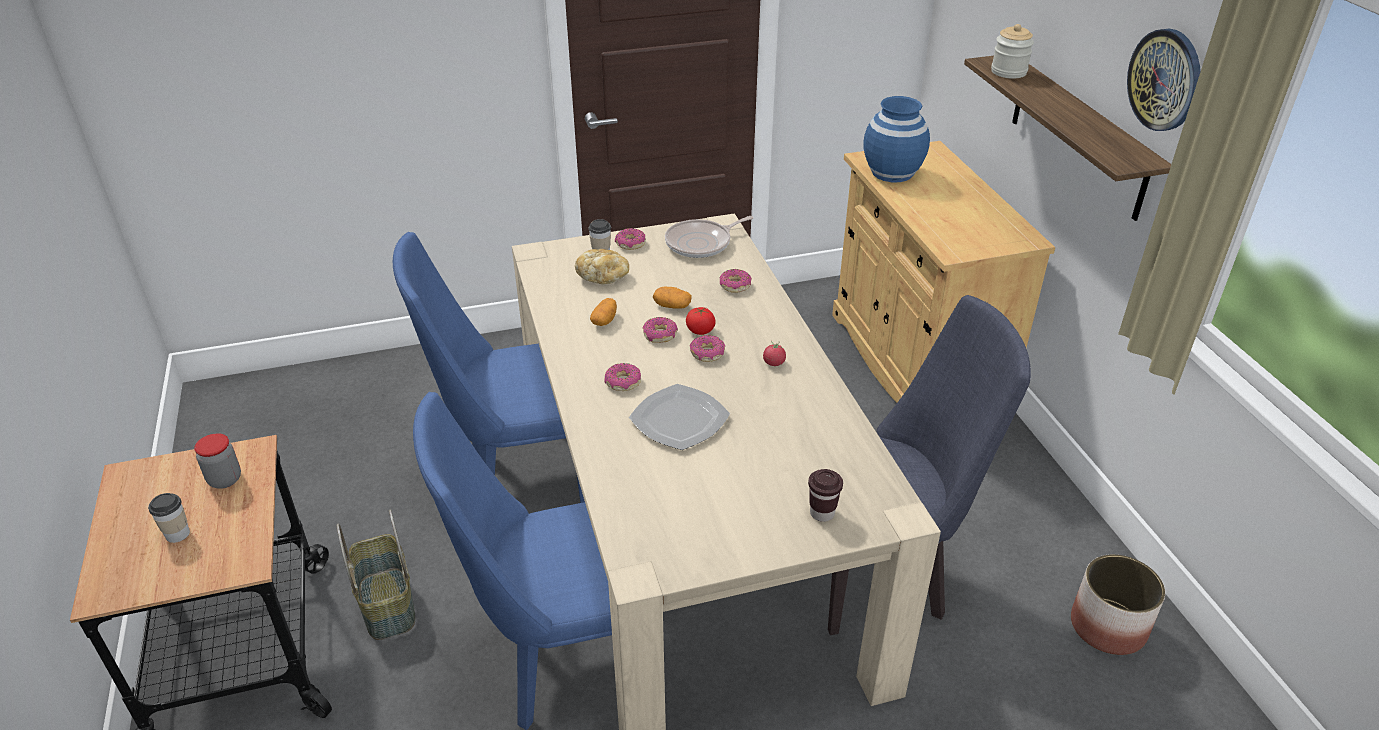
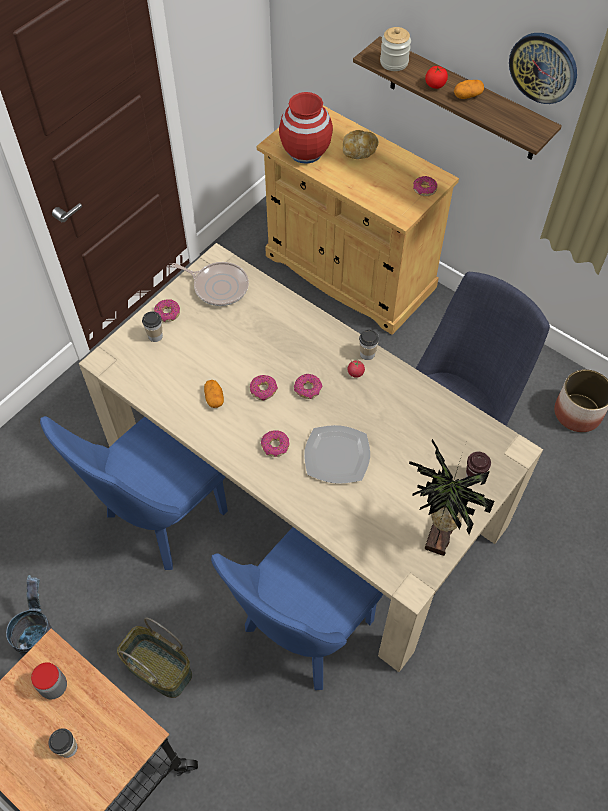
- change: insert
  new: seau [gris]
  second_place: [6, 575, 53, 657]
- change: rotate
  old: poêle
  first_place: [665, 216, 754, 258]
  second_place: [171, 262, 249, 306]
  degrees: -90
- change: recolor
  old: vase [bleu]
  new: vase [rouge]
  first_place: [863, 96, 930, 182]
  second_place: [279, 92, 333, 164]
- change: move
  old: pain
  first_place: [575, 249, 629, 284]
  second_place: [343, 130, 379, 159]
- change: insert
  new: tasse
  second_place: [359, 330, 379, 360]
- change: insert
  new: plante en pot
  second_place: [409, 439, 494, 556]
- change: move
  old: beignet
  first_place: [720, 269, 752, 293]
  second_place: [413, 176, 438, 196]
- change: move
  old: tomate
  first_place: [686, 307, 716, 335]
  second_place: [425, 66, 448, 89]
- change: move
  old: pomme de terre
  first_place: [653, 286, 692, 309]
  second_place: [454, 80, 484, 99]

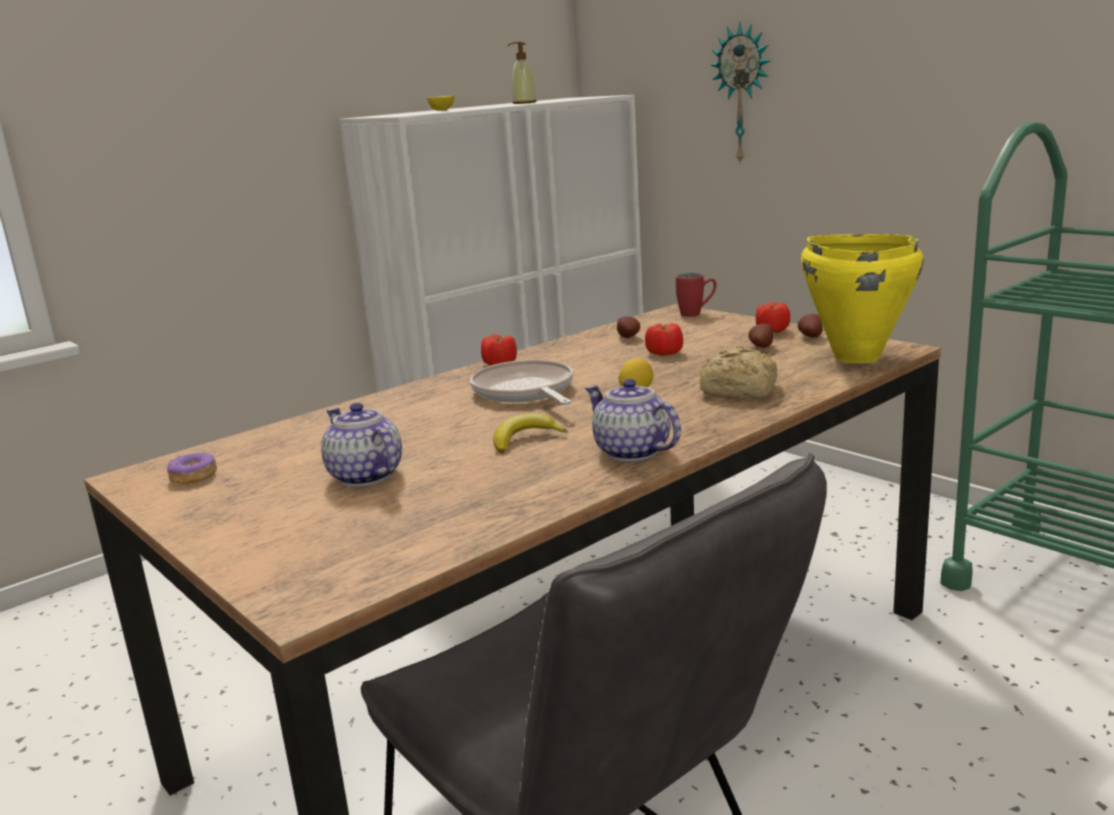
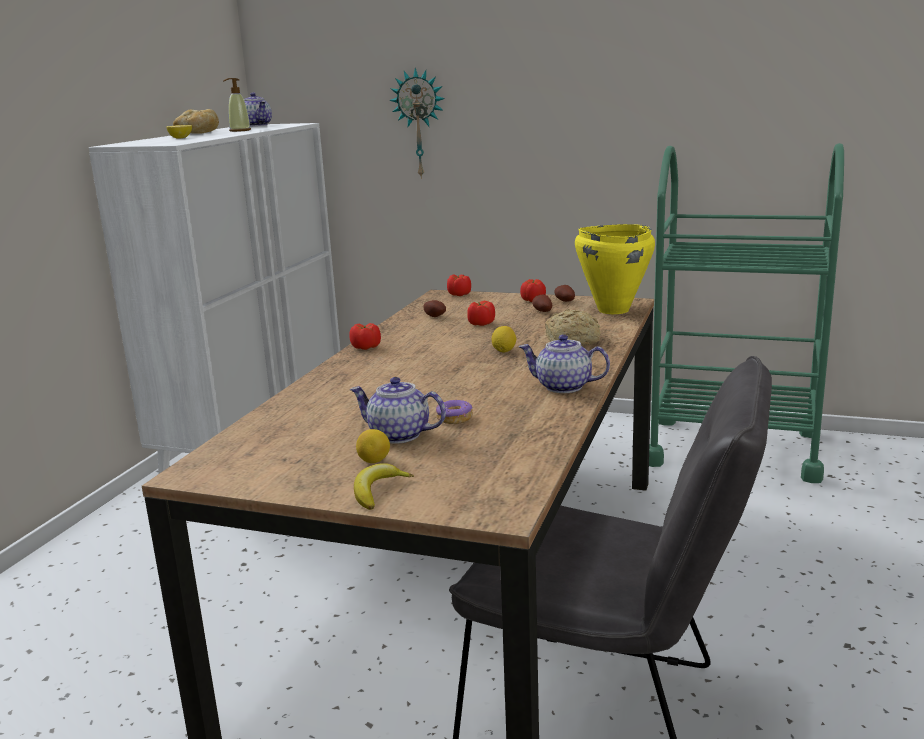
- change: insert
  new: pain
  second_place: [173, 109, 219, 134]
- change: insert
  new: théière
  second_place: [244, 92, 272, 126]
- change: move
  old: banane
  first_place: [493, 413, 568, 453]
  second_place: [354, 463, 414, 510]
- change: insert
  new: citron
  second_place: [356, 429, 390, 463]
- change: move
  old: beignet
  first_place: [167, 453, 217, 484]
  second_place: [436, 400, 473, 424]
- change: replace
  old: mug [rouge]
  new: tomate
  first_place: [676, 273, 716, 317]
  second_place: [447, 274, 471, 296]
- change: delete
  old: poêle
  first_place: [470, 360, 574, 405]

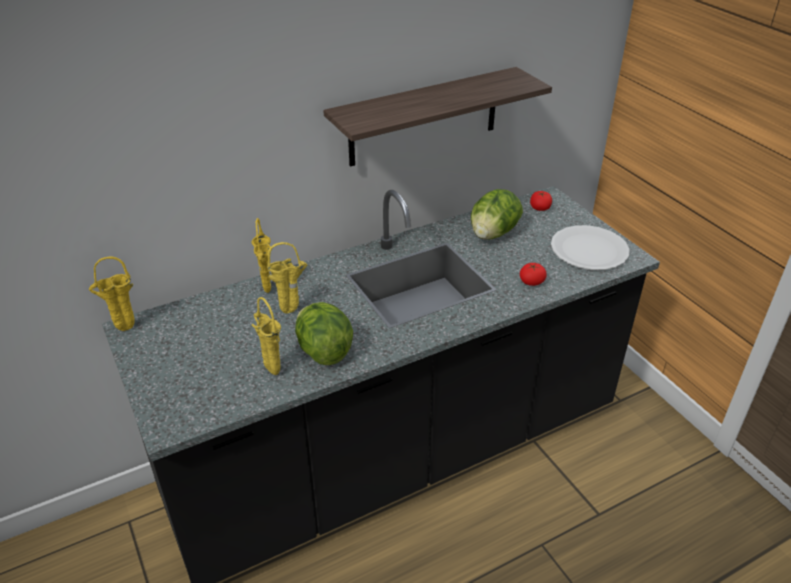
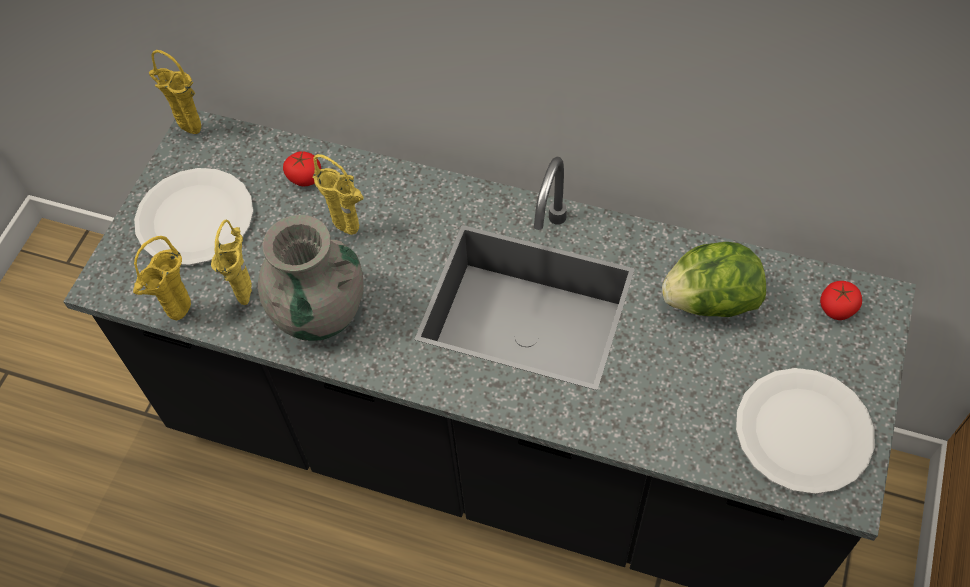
- change: move
  old: vase [jaune]
  first_place: [252, 218, 271, 293]
  second_place: [133, 236, 191, 320]
- change: insert
  new: assiette [blanc]
  second_place: [134, 168, 253, 266]
- change: replace
  old: laitue
  new: vase [gris]
  first_place: [295, 302, 353, 365]
  second_place: [258, 215, 364, 341]
- change: move
  old: tomate
  first_place: [520, 263, 547, 286]
  second_place: [283, 151, 321, 186]
- change: delete
  old: étagère
  first_place: [323, 67, 552, 167]

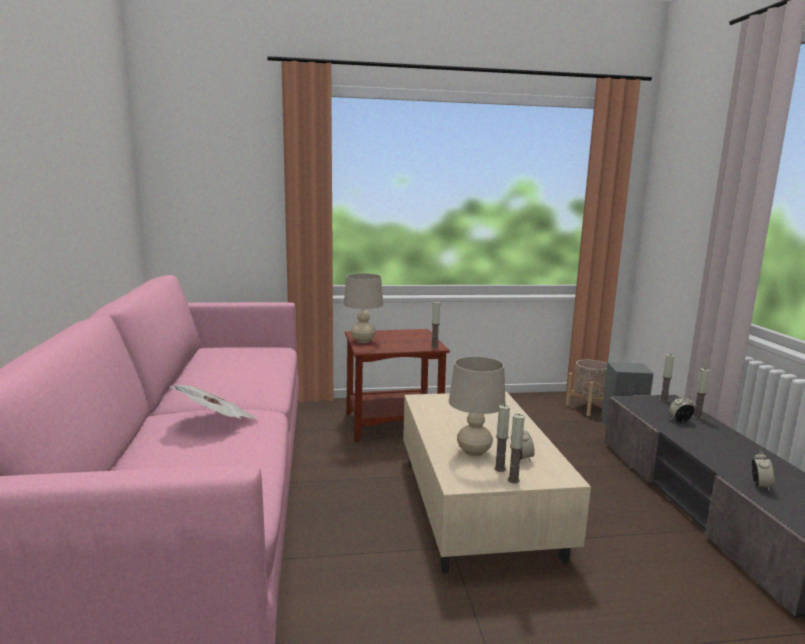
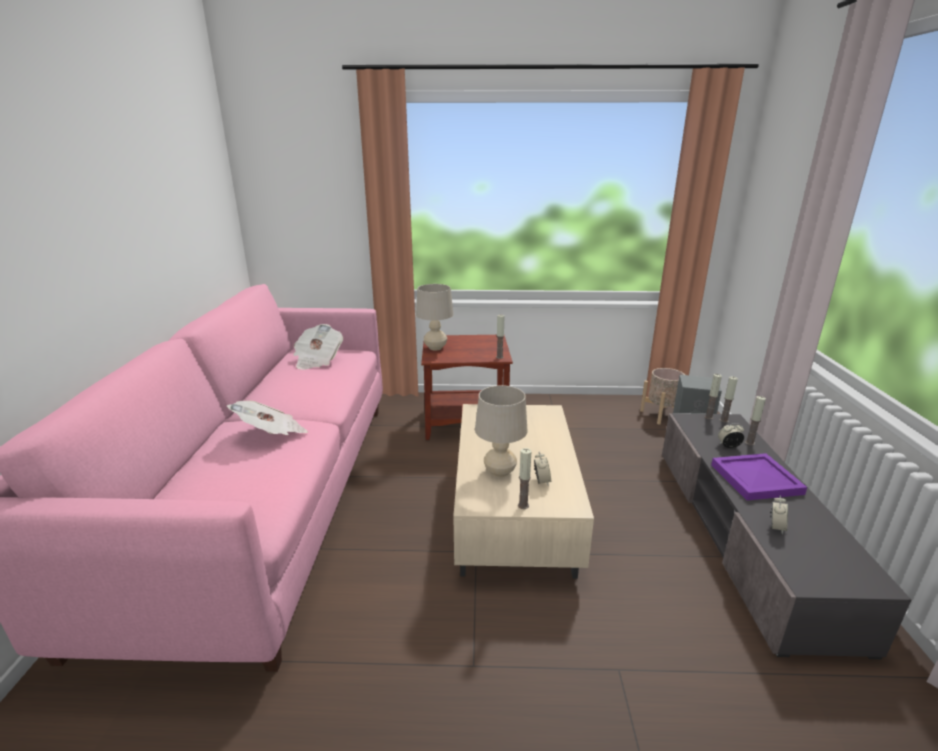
- change: insert
  new: journal
  second_place: [294, 324, 343, 370]
- change: move
  old: bougie
  first_place: [494, 405, 510, 472]
  second_place: [705, 374, 722, 420]
- change: insert
  new: plateau [violet]
  second_place: [711, 453, 807, 501]

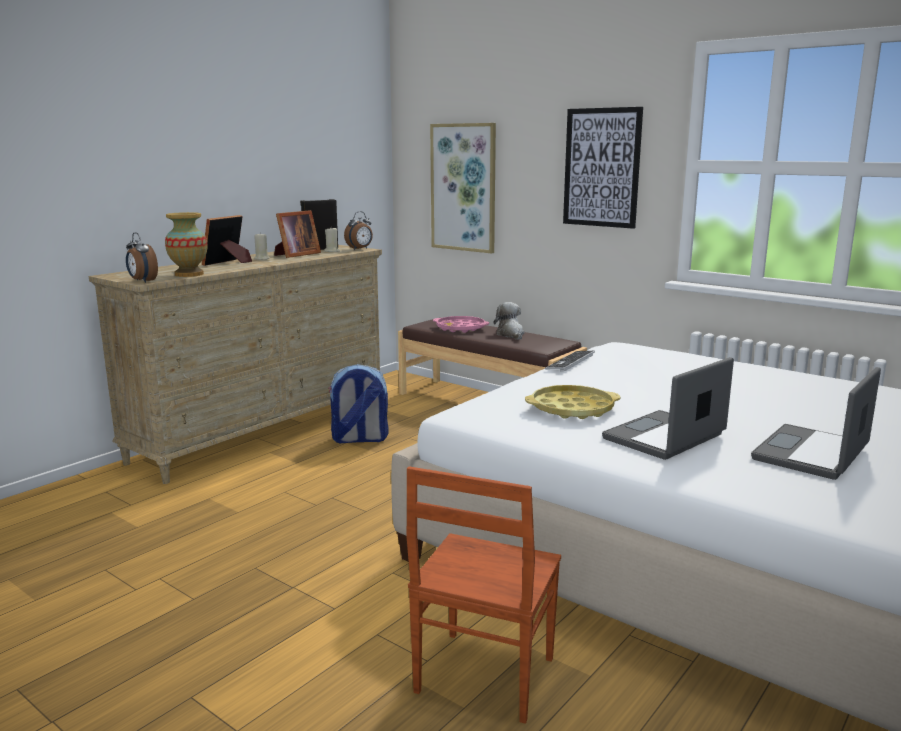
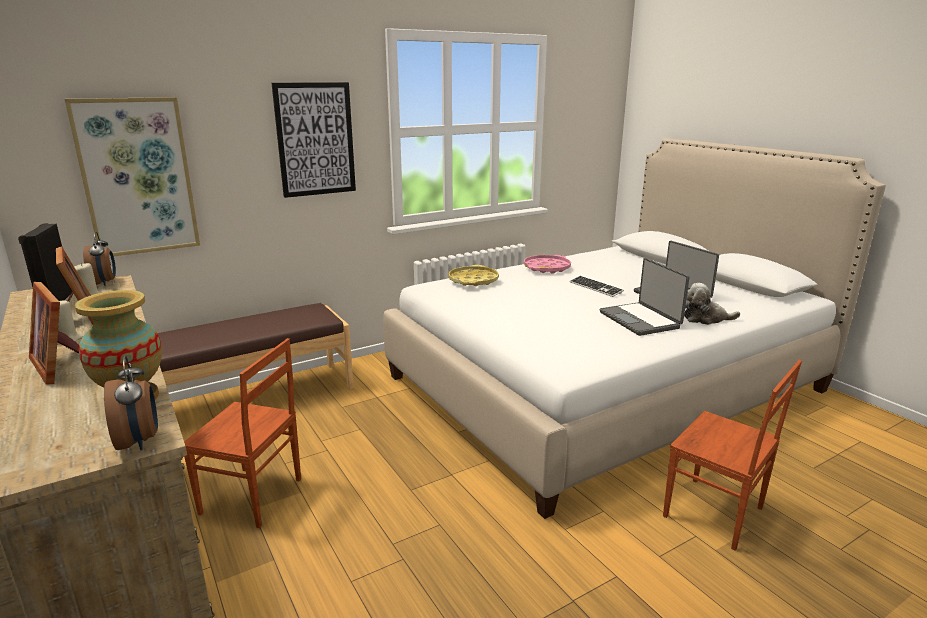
- change: rotate
  old: réveil
  first_place: [126, 233, 158, 283]
  second_place: [104, 355, 158, 450]
  degrees: -90
- change: replace
  old: sac à dos
  new: chaise [marron]
  first_place: [328, 364, 389, 443]
  second_place: [184, 338, 301, 528]
- change: move
  old: plateau [jaune]
  first_place: [525, 385, 621, 419]
  second_place: [448, 265, 499, 286]
- change: move
  old: plateau [rose]
  first_place: [433, 316, 489, 333]
  second_place: [524, 255, 571, 274]
- change: move
  old: clavier
  first_place: [545, 351, 595, 372]
  second_place: [569, 276, 624, 297]
- change: move
  old: peluche
  first_place: [494, 302, 524, 340]
  second_place: [684, 283, 740, 325]

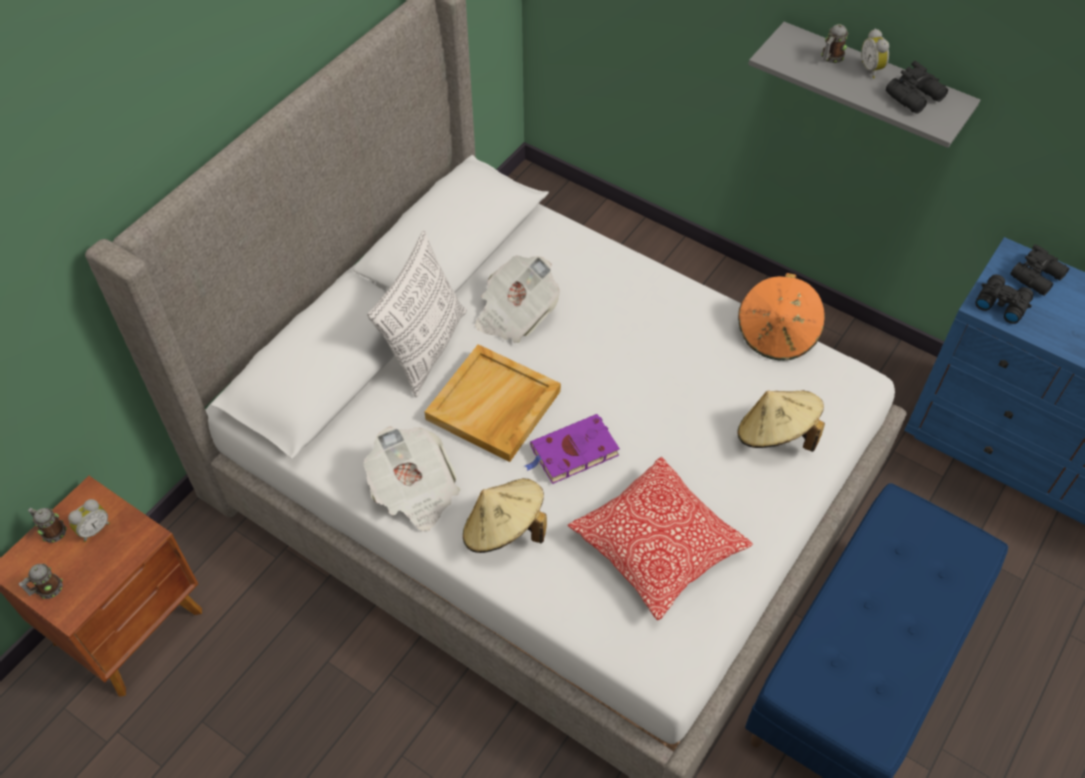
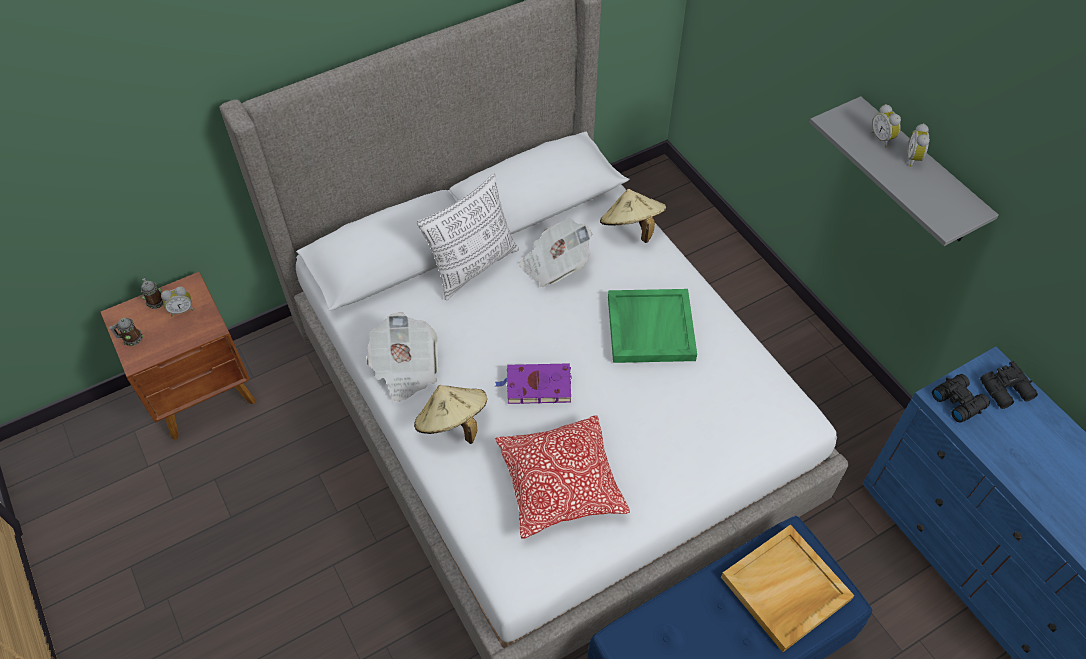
- change: move
  old: chapeau [beige]
  first_place: [738, 390, 825, 452]
  second_place: [600, 189, 666, 243]
- change: insert
  new: plateau [vert]
  second_place: [608, 289, 697, 363]
- change: move
  old: plateau [beige]
  first_place: [425, 344, 561, 462]
  second_place: [721, 524, 855, 652]
- change: replace
  old: mug
  new: réveil
  first_place: [821, 24, 848, 63]
  second_place: [872, 104, 901, 147]
- change: delete
  old: chapeau [orange]
  first_place: [738, 273, 825, 360]
- change: delete
  old: jumelles [noir]
  first_place: [886, 61, 948, 114]

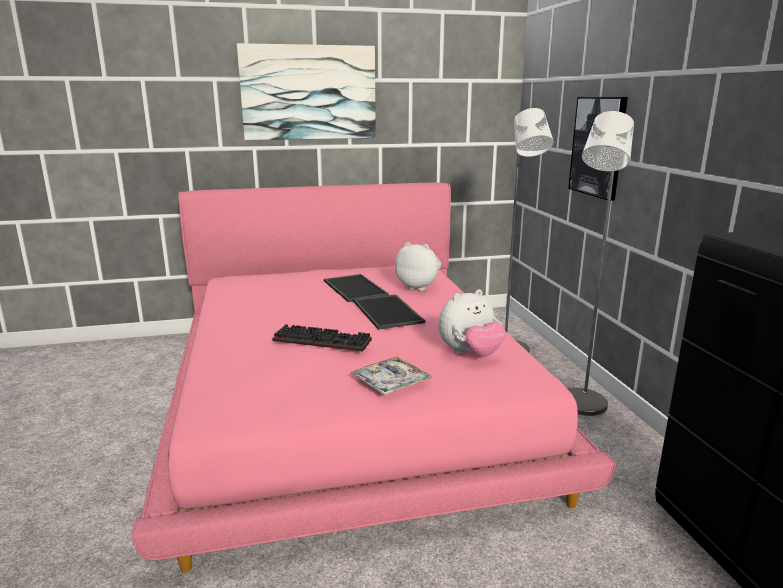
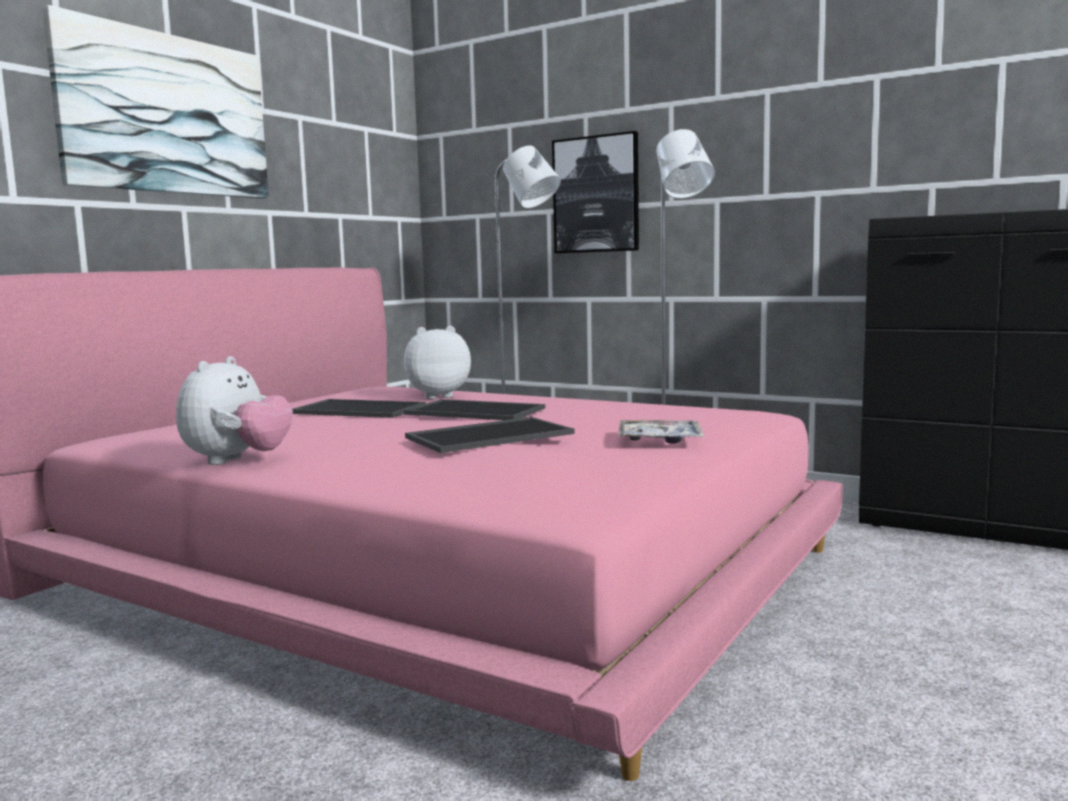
- change: move
  old: peluche
  first_place: [438, 289, 506, 357]
  second_place: [176, 356, 293, 465]
- change: replace
  old: clavier
  new: plateau
  first_place: [272, 324, 372, 352]
  second_place: [405, 417, 574, 453]

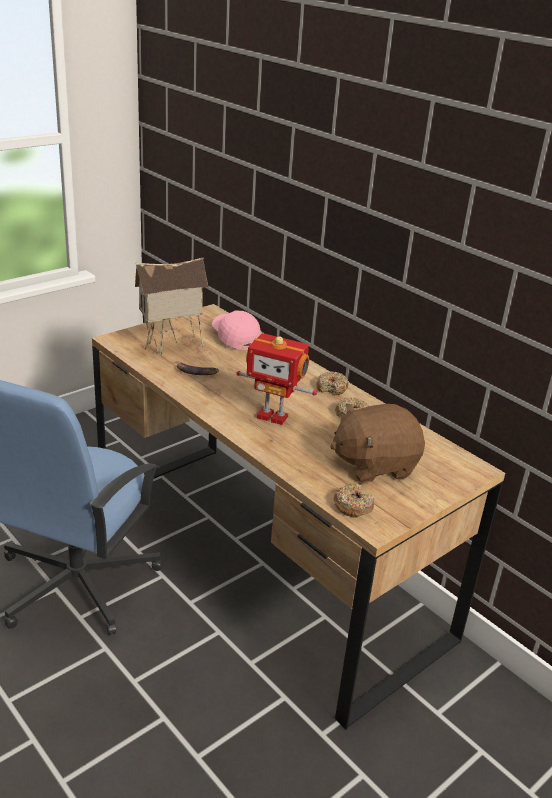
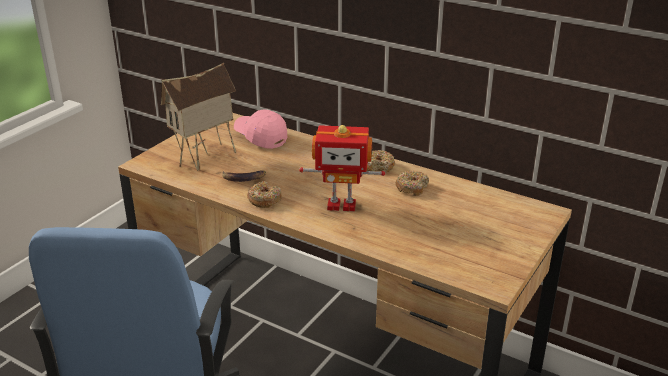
- change: move
  old: beignet
  first_place: [334, 483, 374, 517]
  second_place: [247, 181, 282, 208]
- change: delete
  old: peluche [marron]
  first_place: [330, 403, 425, 483]

